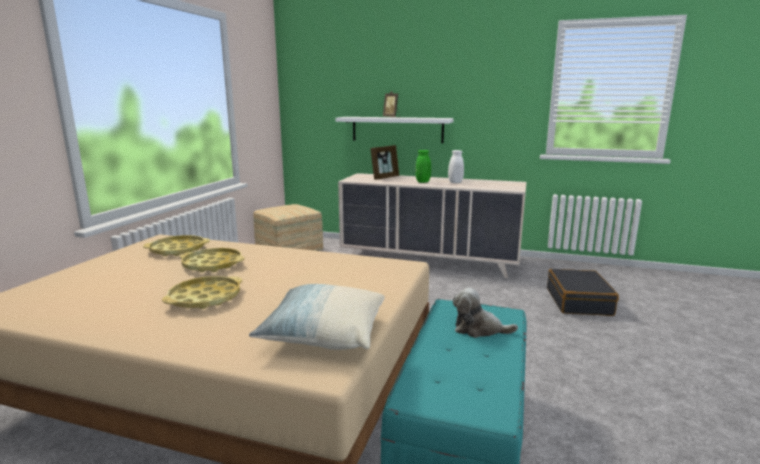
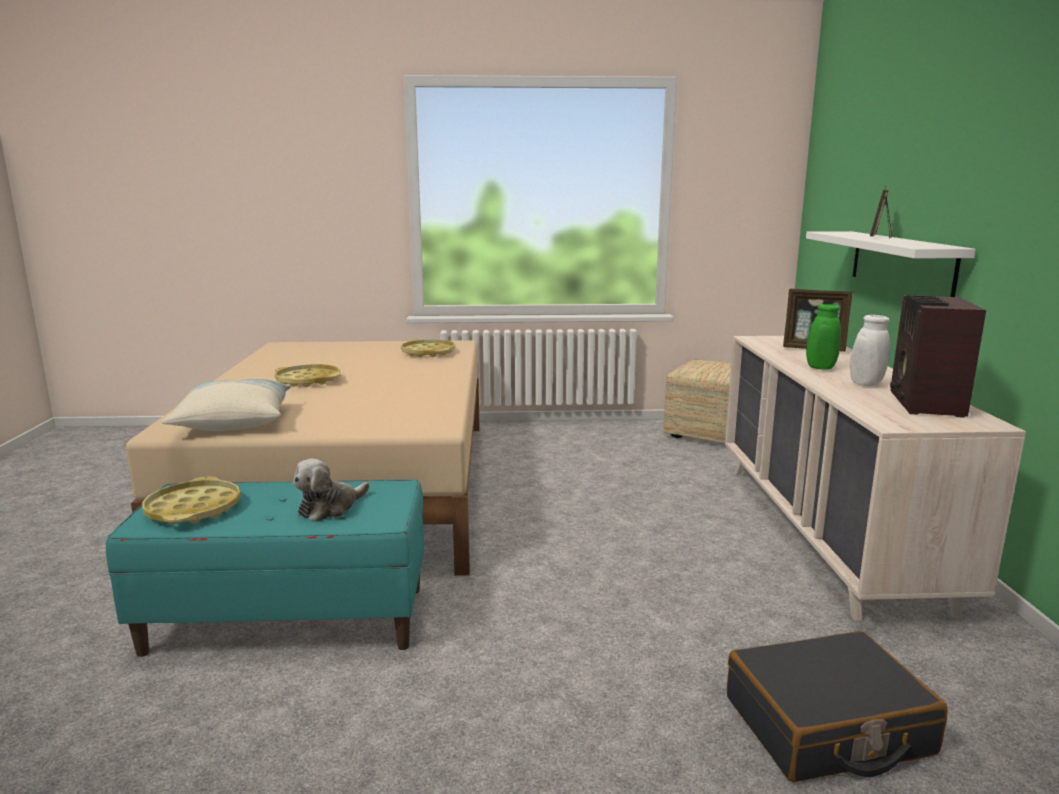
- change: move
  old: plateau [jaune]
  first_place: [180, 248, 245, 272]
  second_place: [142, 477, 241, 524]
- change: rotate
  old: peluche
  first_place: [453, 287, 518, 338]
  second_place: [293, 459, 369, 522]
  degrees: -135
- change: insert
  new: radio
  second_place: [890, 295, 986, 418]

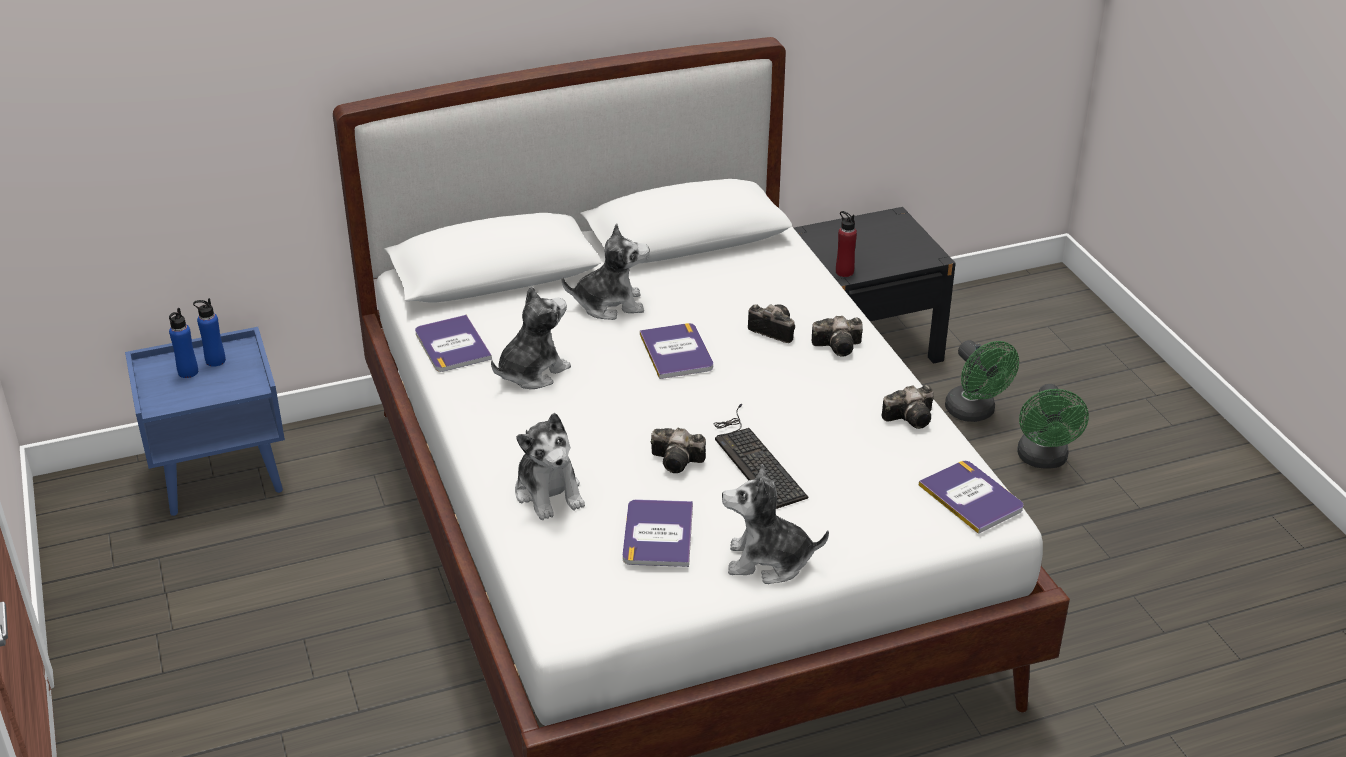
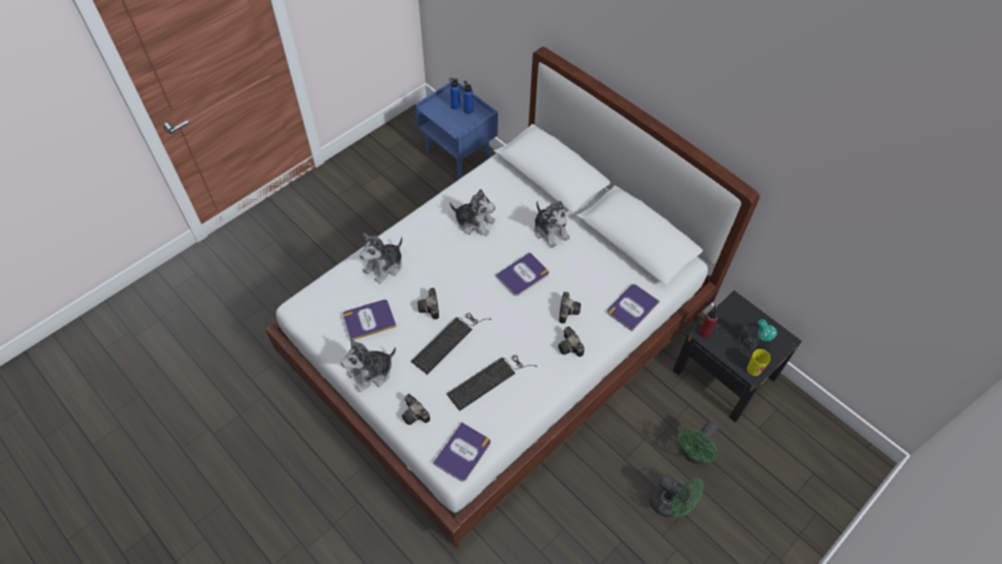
- change: rotate
  old: peluche
  first_place: [722, 464, 829, 584]
  second_place: [341, 337, 396, 392]
  degrees: -105
- change: move
  old: appareil photo
  first_place: [882, 385, 934, 429]
  second_place: [402, 394, 430, 425]
- change: insert
  new: clavier
  second_place: [447, 355, 537, 411]
- change: move
  old: livre
  first_place: [415, 315, 492, 372]
  second_place: [607, 284, 660, 331]
- change: rotate
  old: ventilateur [vert]
  first_place: [1017, 384, 1089, 469]
  second_place: [650, 474, 703, 517]
  degrees: -120
- change: insert
  new: lampe de table
  second_place: [715, 319, 778, 355]
- change: insert
  new: tasse
  second_place: [747, 349, 771, 376]

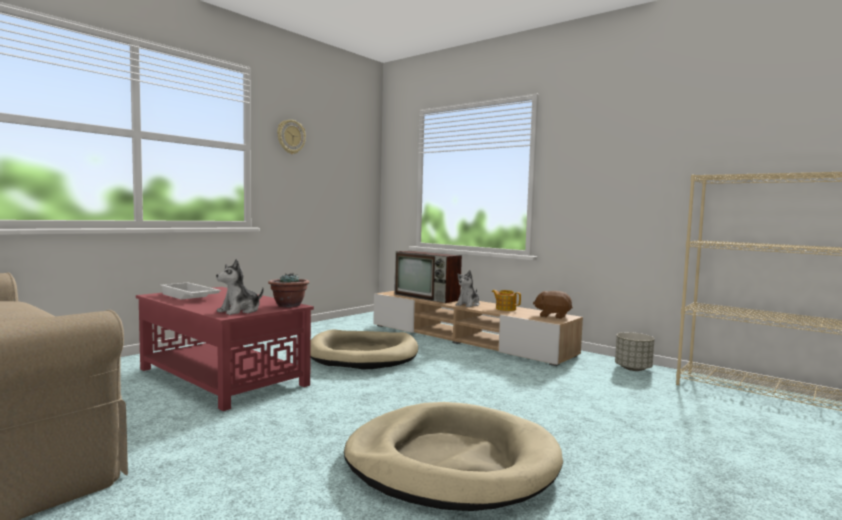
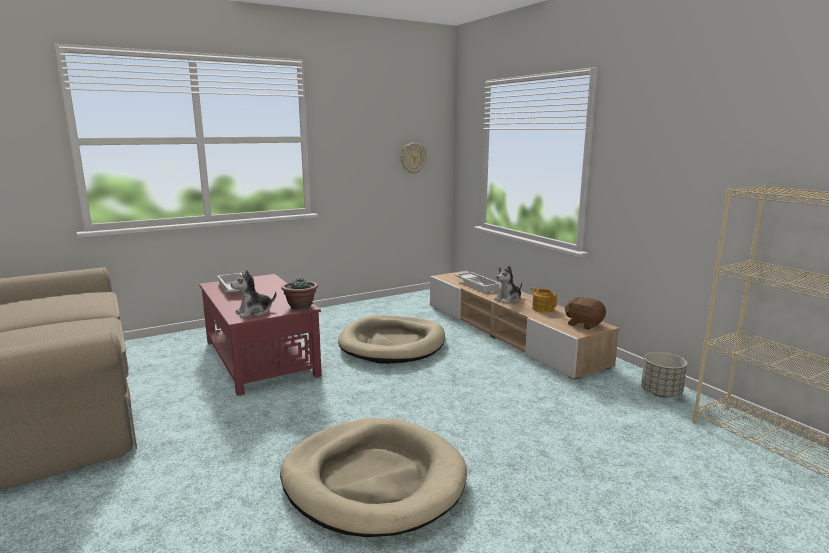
- change: move
  old: horloge murale
  first_place: [277, 120, 306, 154]
  second_place: [400, 143, 427, 174]
- change: replace
  old: téléviseur
  new: plateau [blanc]
  first_place: [394, 251, 462, 303]
  second_place: [454, 272, 501, 293]

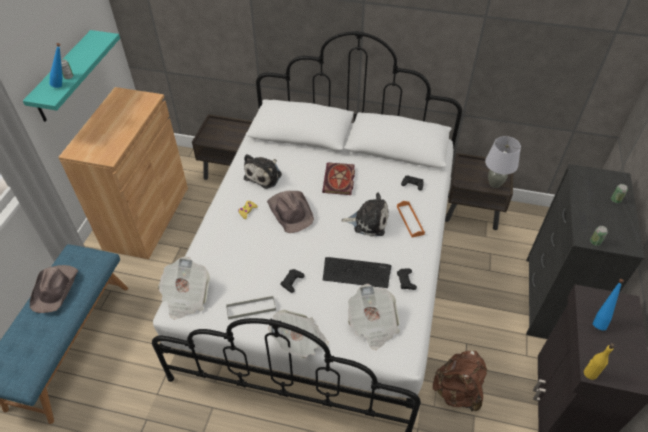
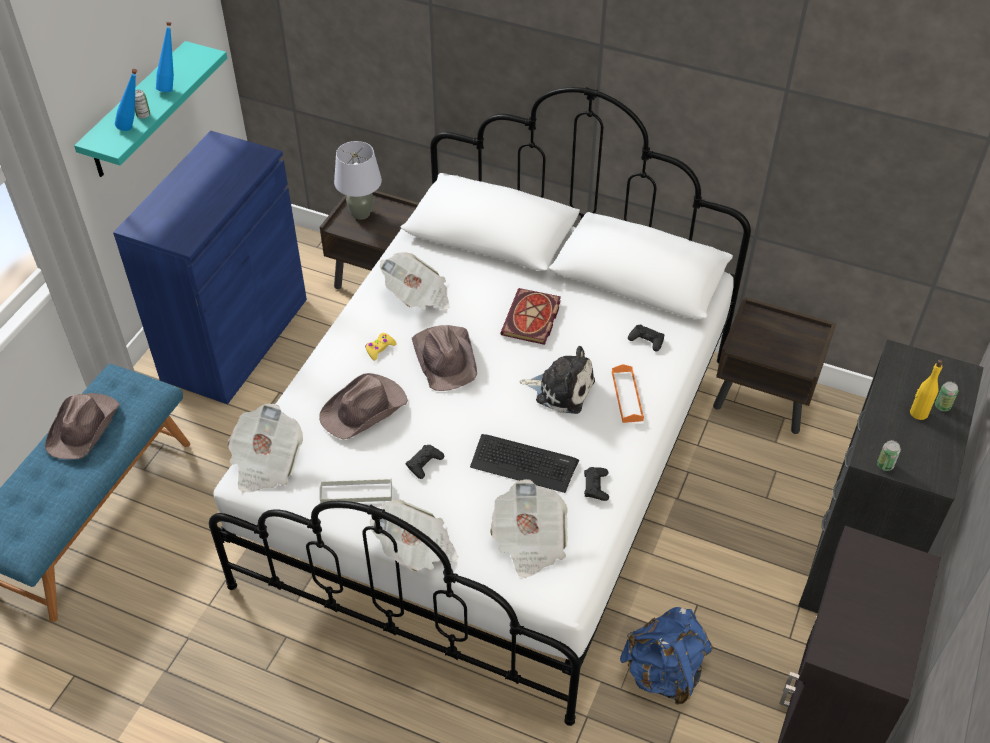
- change: recolor
  old: meuble de rangement [marron]
  new: meuble de rangement [bleu]
  first_place: [58, 87, 188, 259]
  second_place: [113, 131, 307, 404]
- change: move
  old: bouteille [bleu]
  first_place: [593, 279, 624, 330]
  second_place: [156, 22, 174, 92]
- change: insert
  new: chapeau [marron]
  second_place: [319, 373, 408, 439]
- change: move
  old: lampe de table [gris]
  first_place: [485, 136, 521, 188]
  second_place: [334, 141, 382, 220]
- change: replace
  old: peluche
  new: journal
  first_place: [244, 154, 282, 189]
  second_place: [380, 253, 450, 310]
- change: recolor
  old: sac à dos [marron]
  new: sac à dos [bleu]
  first_place: [433, 351, 487, 411]
  second_place: [620, 607, 713, 705]
- change: move
  old: bouteille [jaune]
  first_place: [584, 343, 615, 380]
  second_place: [910, 360, 943, 420]

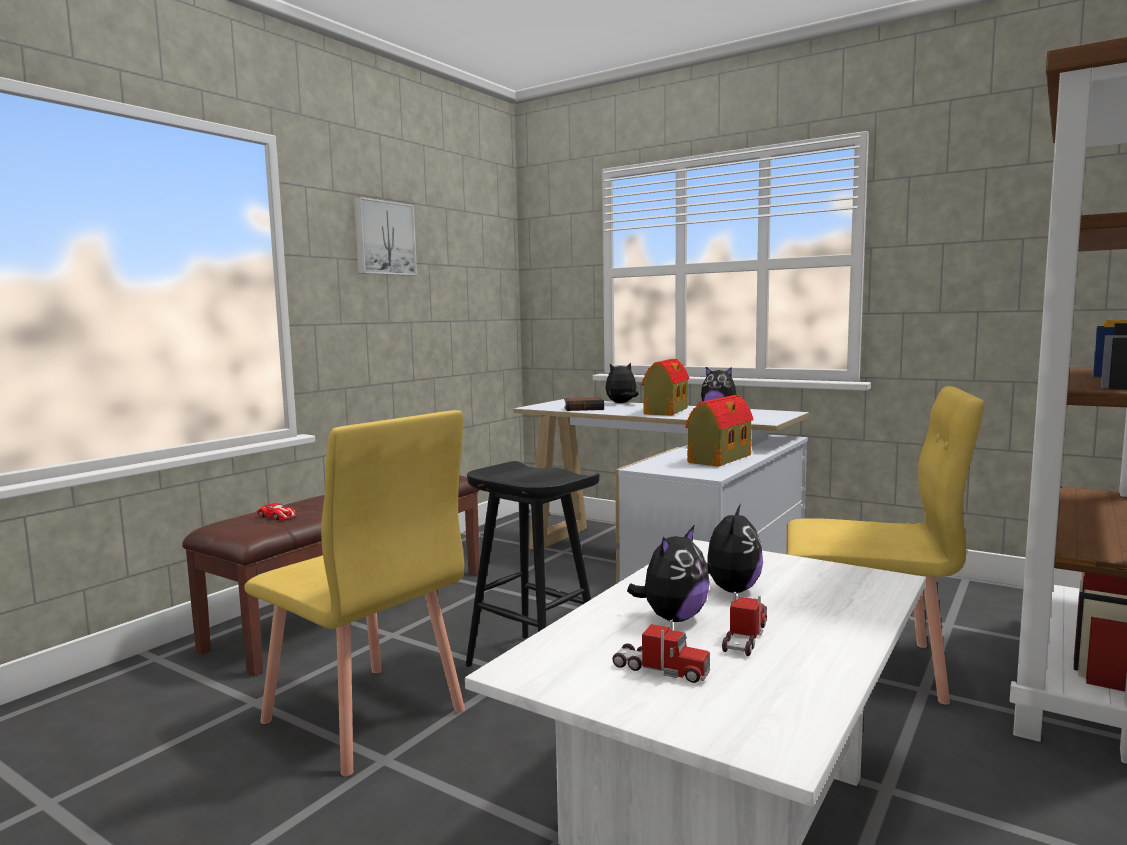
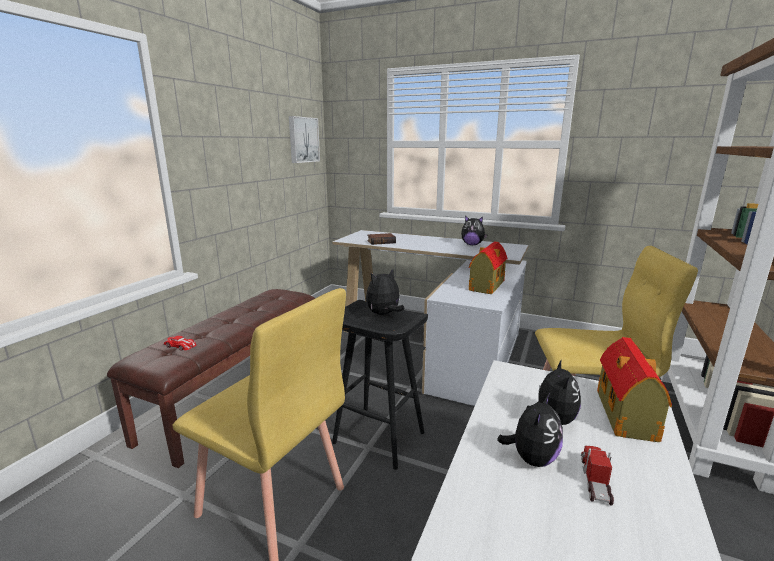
- change: move
  old: tableau
  first_place: [354, 197, 417, 276]
  second_place: [289, 116, 320, 163]
- change: move
  old: peluche
  first_place: [606, 362, 639, 403]
  second_place: [366, 269, 404, 315]
- change: move
  old: maison miniature
  first_place: [642, 359, 689, 415]
  second_place: [597, 337, 672, 442]
- change: delete
  old: camion jouet
  first_place: [612, 620, 710, 683]

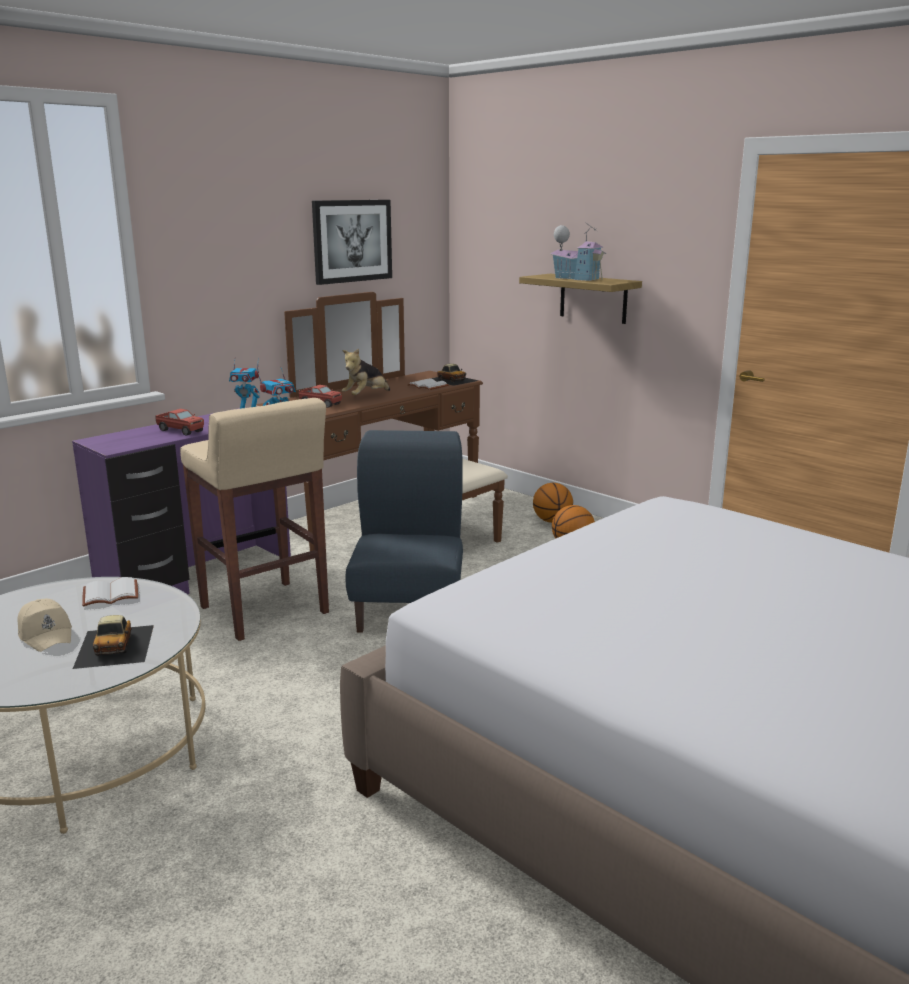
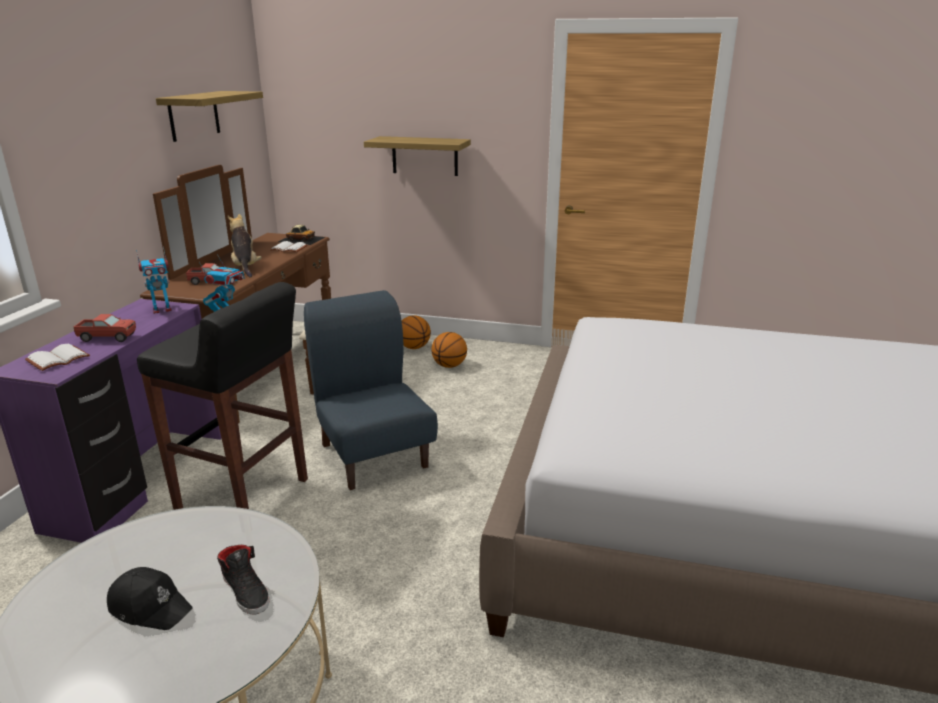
- change: move
  old: livre [blanc]
  first_place: [82, 577, 138, 607]
  second_place: [25, 344, 90, 371]
- change: recolor
  old: casquette [beige]
  new: casquette [noir]
  first_place: [18, 599, 72, 652]
  second_place: [107, 567, 193, 630]
- change: recolor
  old: tabouret [beige]
  new: tabouret [noir]
  first_place: [180, 398, 329, 641]
  second_place: [137, 282, 308, 510]
- change: replace
  old: tableau
  new: étagère
  first_place: [312, 200, 392, 285]
  second_place: [156, 91, 263, 142]
- change: replace
  old: petite voiture
  new: chaussure [noir]
  first_place: [73, 615, 154, 669]
  second_place: [217, 545, 269, 615]
- change: rotate
  old: peluche
  first_place: [342, 348, 390, 395]
  second_place: [227, 214, 262, 277]
  degrees: 150
- change: delete
  old: maison miniature
  first_place: [550, 223, 606, 281]

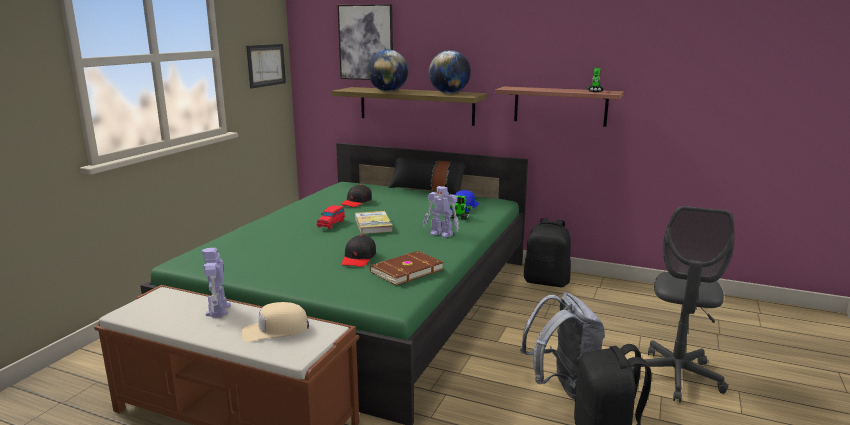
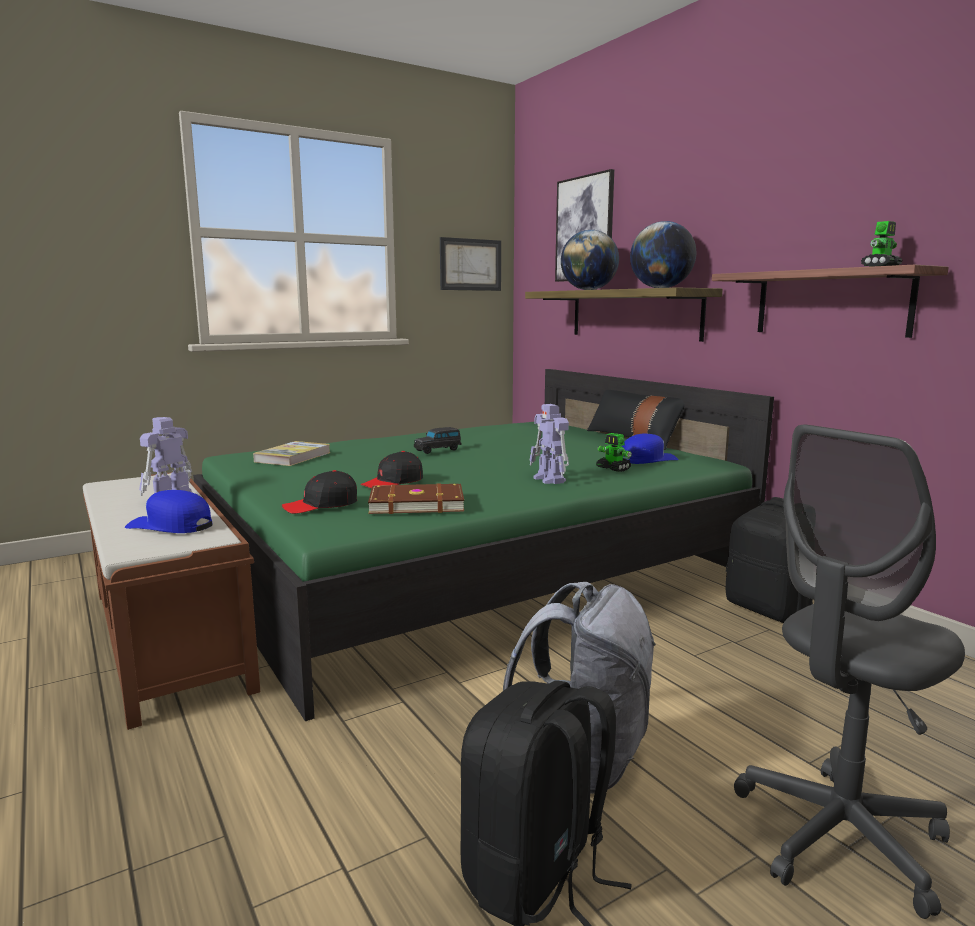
- change: recolor
  old: casquette [beige]
  new: casquette [bleu]
  first_place: [242, 302, 309, 342]
  second_place: [125, 490, 213, 533]
- change: move
  old: livre
  first_place: [355, 211, 393, 234]
  second_place: [253, 441, 331, 466]
- change: move
  old: casquette [noir]
  first_place: [341, 184, 372, 207]
  second_place: [282, 470, 357, 514]
- change: recolor
  old: petite voiture [rouge]
  new: petite voiture [noir]
  first_place: [316, 205, 345, 229]
  second_place: [414, 427, 461, 454]

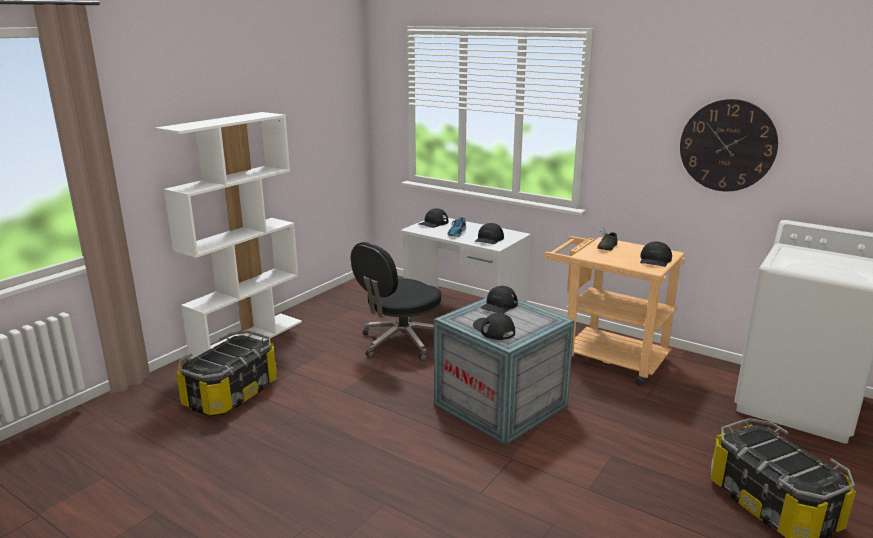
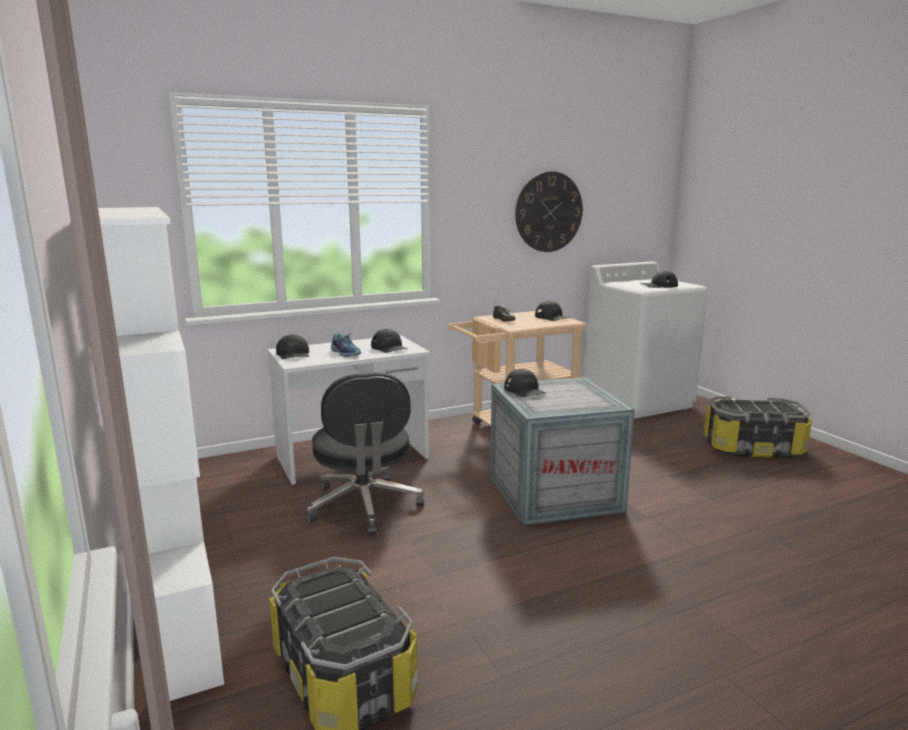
- change: move
  old: casquette [noir]
  first_place: [473, 313, 515, 340]
  second_place: [641, 271, 678, 288]

